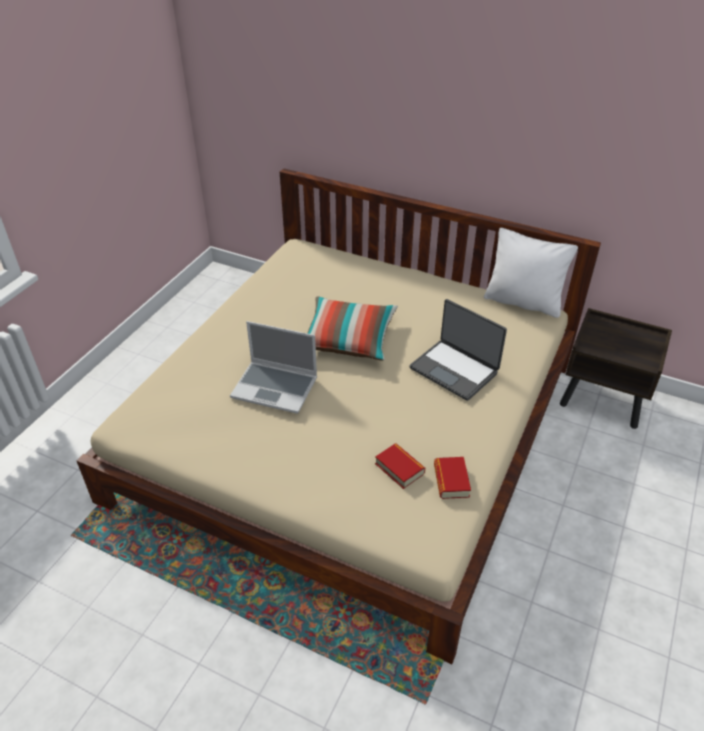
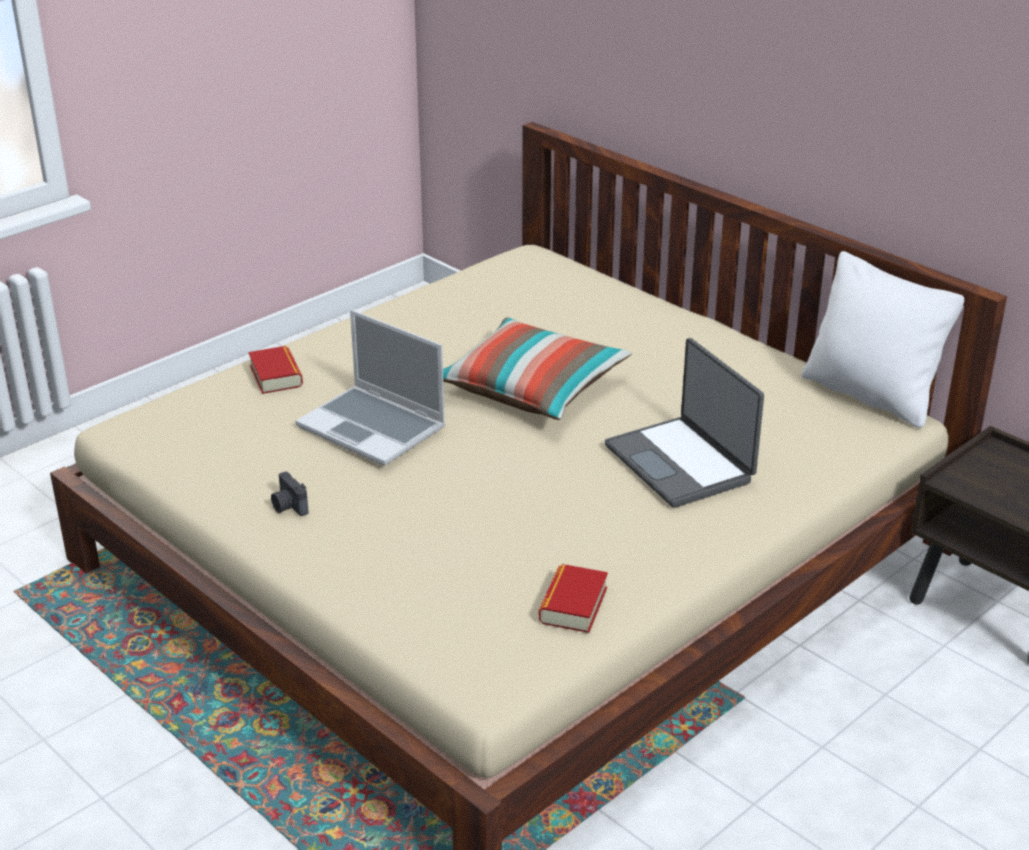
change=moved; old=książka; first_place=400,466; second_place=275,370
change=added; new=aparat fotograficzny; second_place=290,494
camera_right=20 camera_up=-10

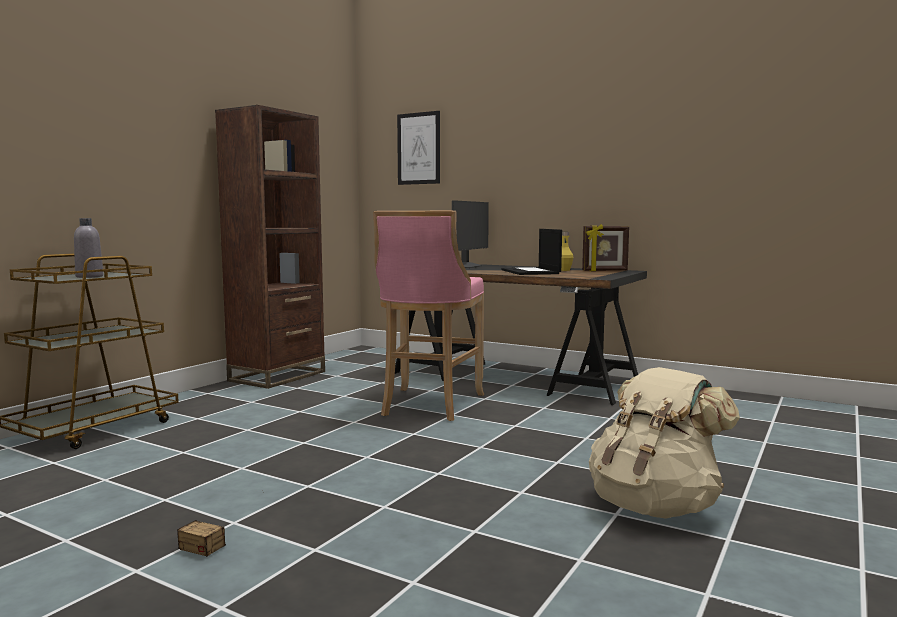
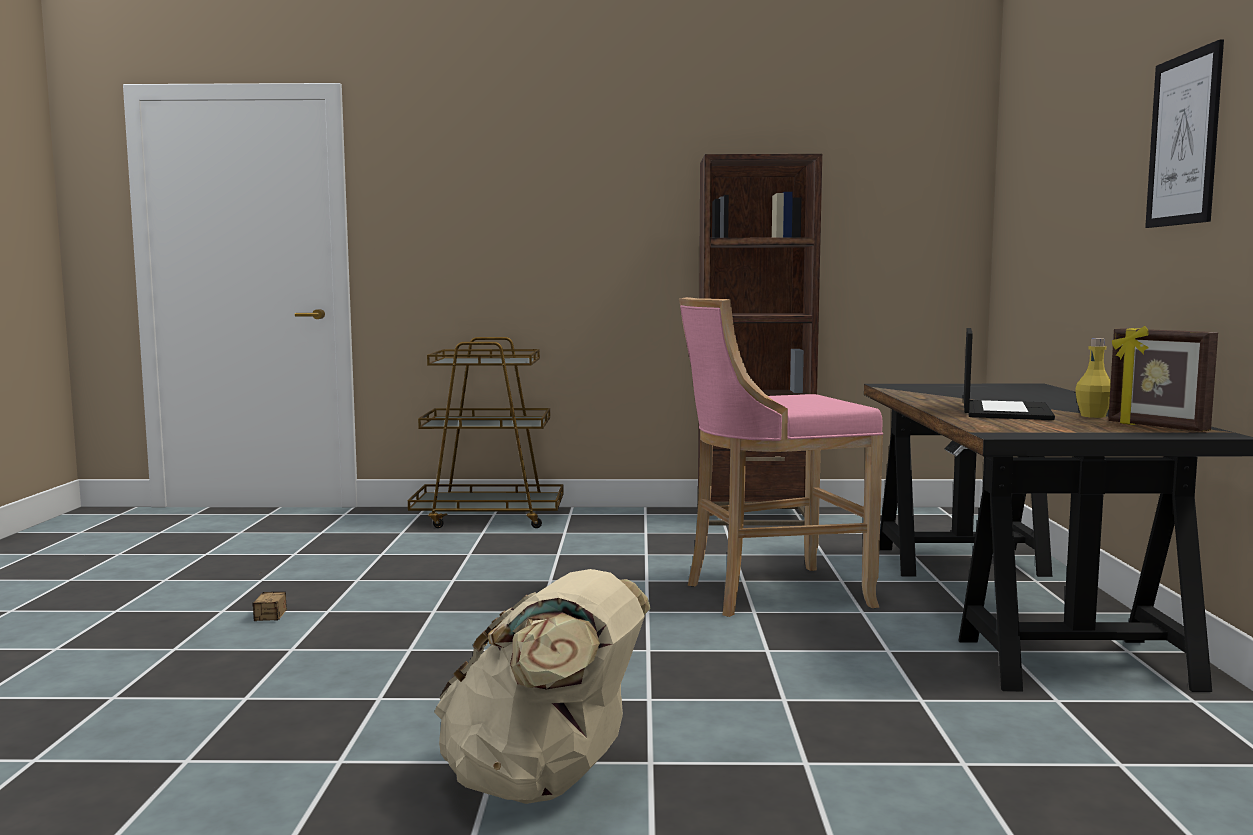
change=removed; old=butelka [szary]; first_place=88,248
change=moved; old=obraz; first_place=418,148; second_place=1184,133
change=removed; old=monitor; first_place=470,234
change=turned; old=laptop; first_place=532,252; second_place=1009,374; degrees=150
camera_right=60 camera_up=0

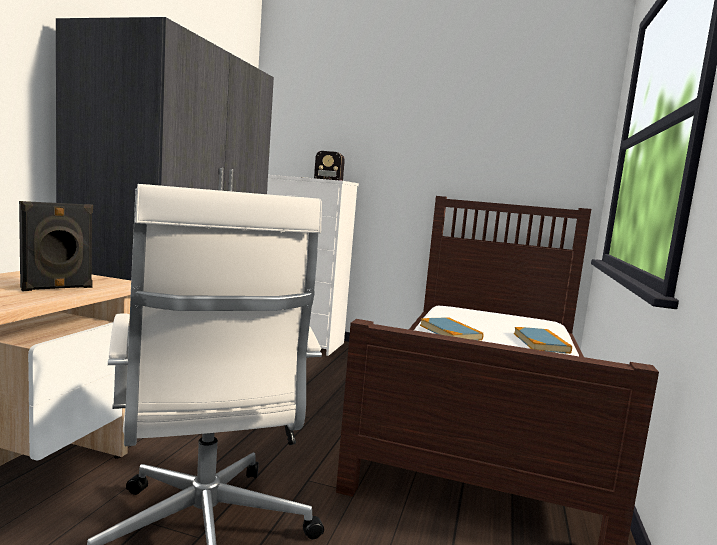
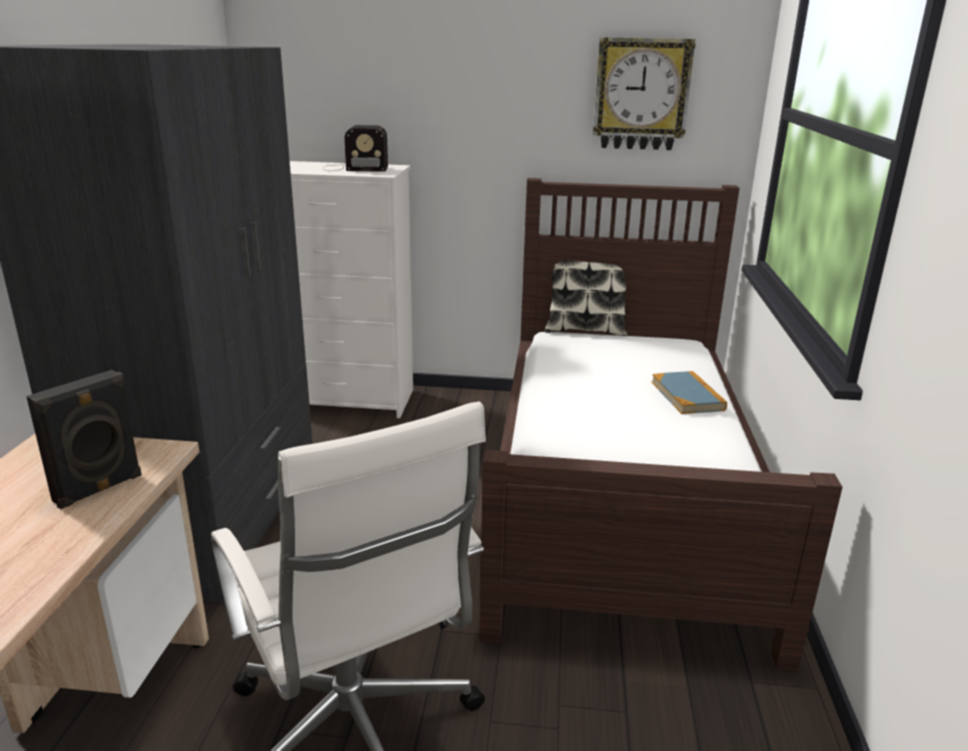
change=removed; old=książka; first_place=452,329
change=added; new=poduszka; second_place=586,298
change=added; new=zegar ścienny; second_place=644,93
camera_right=-10 camera_up=15

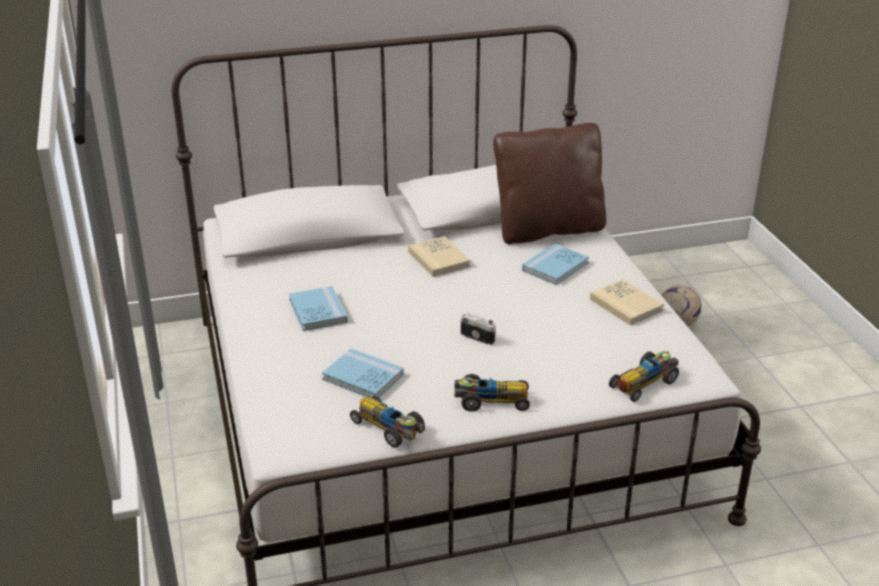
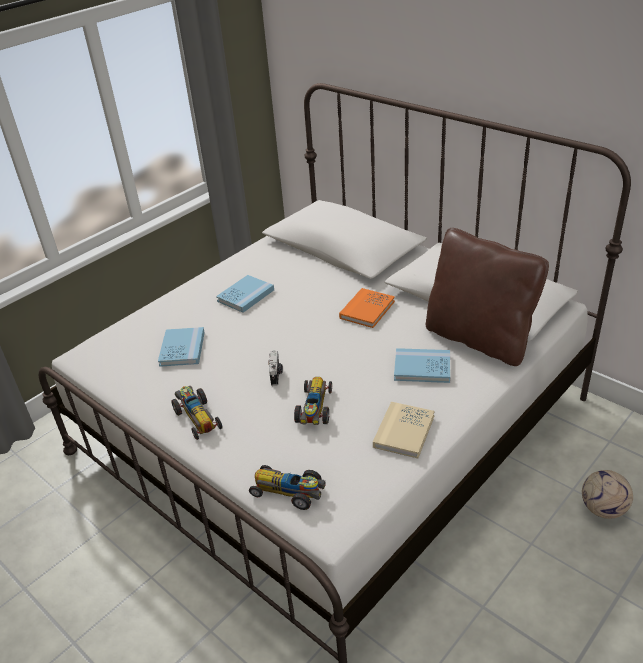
change=moved; old=samochodzik; first_place=387,422; second_place=313,401
change=recoloured; old=książka [beżowy]; new=książka [pomarańczowy]; first_place=439,256; second_place=367,308
camera_right=60 camera_up=5

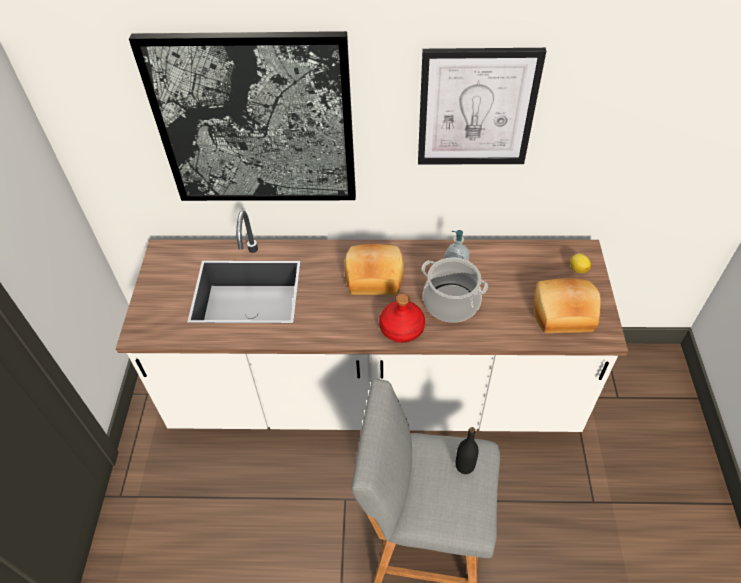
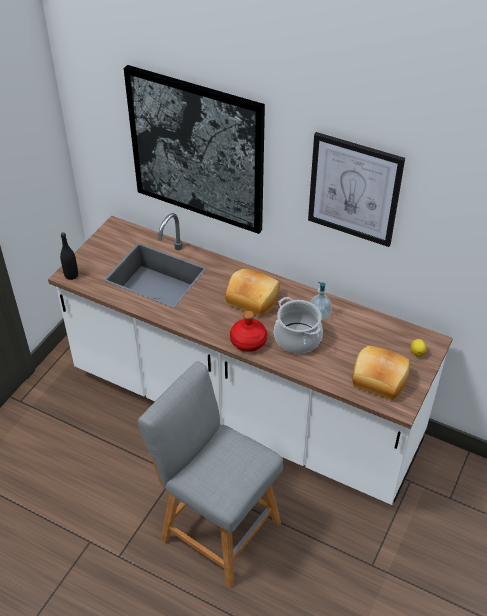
change=moved; old=butelka [czarny]; first_place=467,450; second_place=69,256
camera_right=25 camera_up=-5

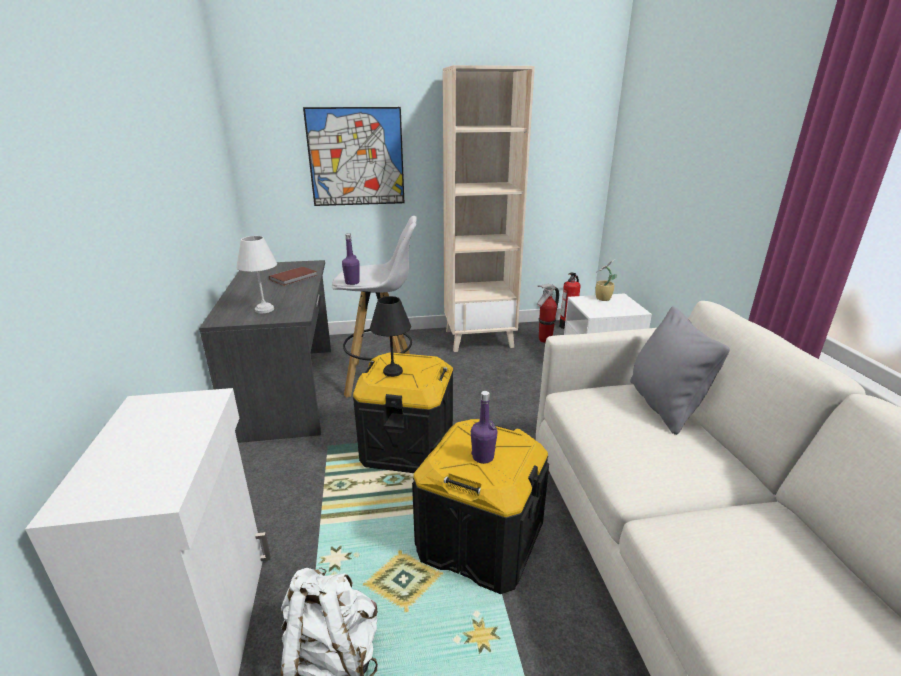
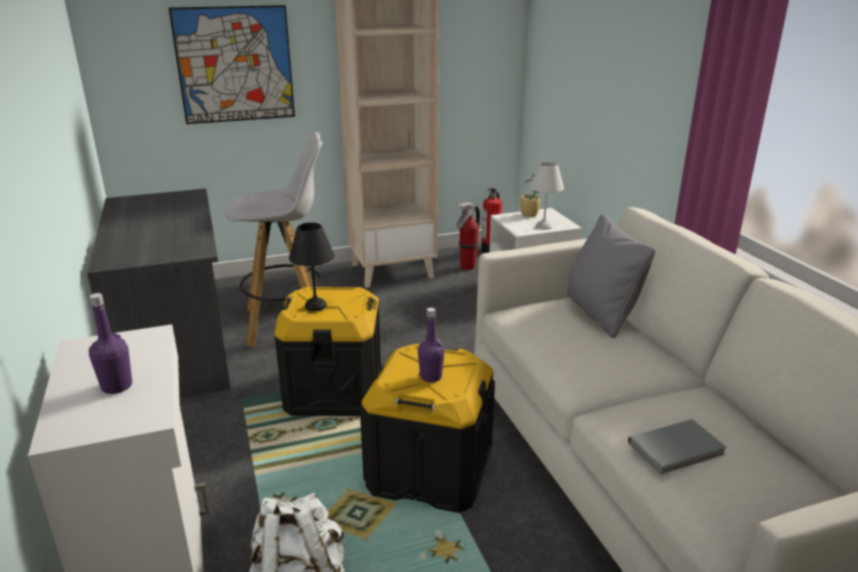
change=moved; old=lampa stołowa [biały]; first_place=256,274; second_place=547,196
change=removed; old=książka [brązowy]; first_place=293,276
change=moved; old=butelka [fioletowy]; first_place=351,259; second_place=110,343
change=added; new=książka [szary]; second_place=677,447
camera_right=-10 camera_up=0

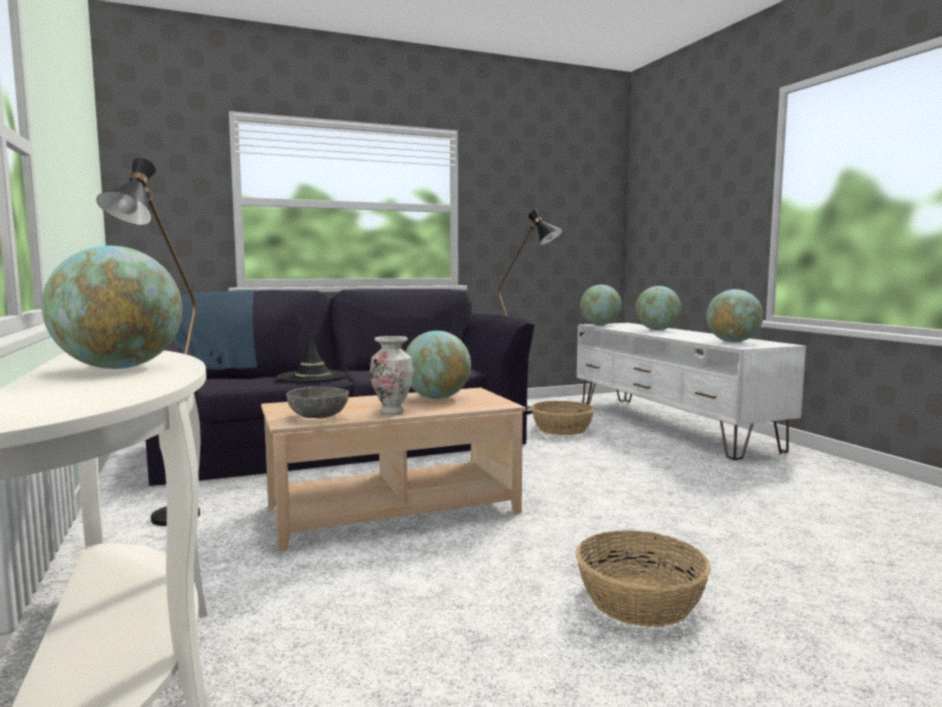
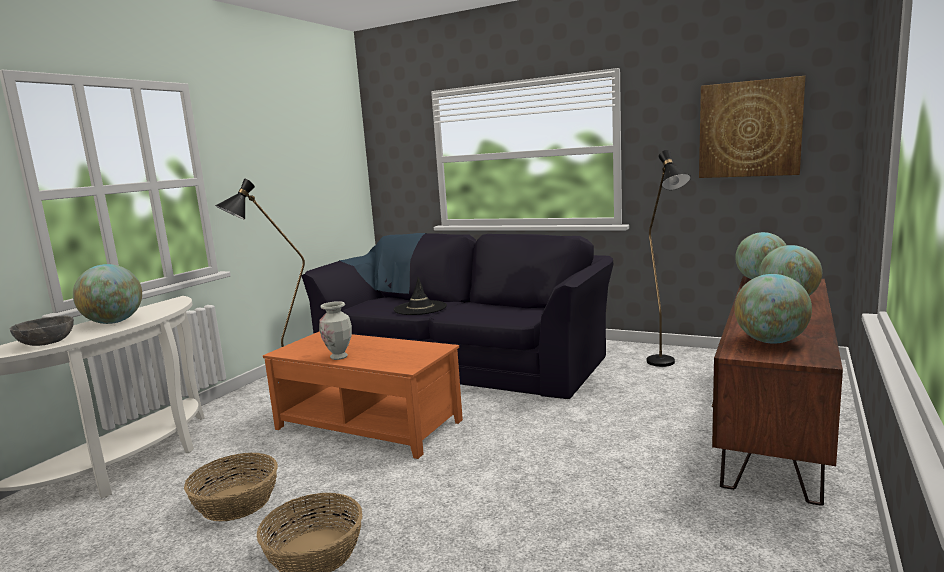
change=recoloured; old=ława [beżowy]; new=ława [pomarańczowy]; first_place=393,469; second_place=363,395
change=moved; old=miska [szary]; first_place=317,402; second_place=42,331
change=removed; old=globus; first_place=438,365
change=moved; old=koszyk; first_place=562,418; second_place=231,487
change=recoloured; old=szafka pod telewizor [biały]; new=szafka pod telewizor [brązowy]; first_place=691,391; second_place=777,391
change=added; new=obraz; second_place=752,127
camera_right=50 camera_up=5

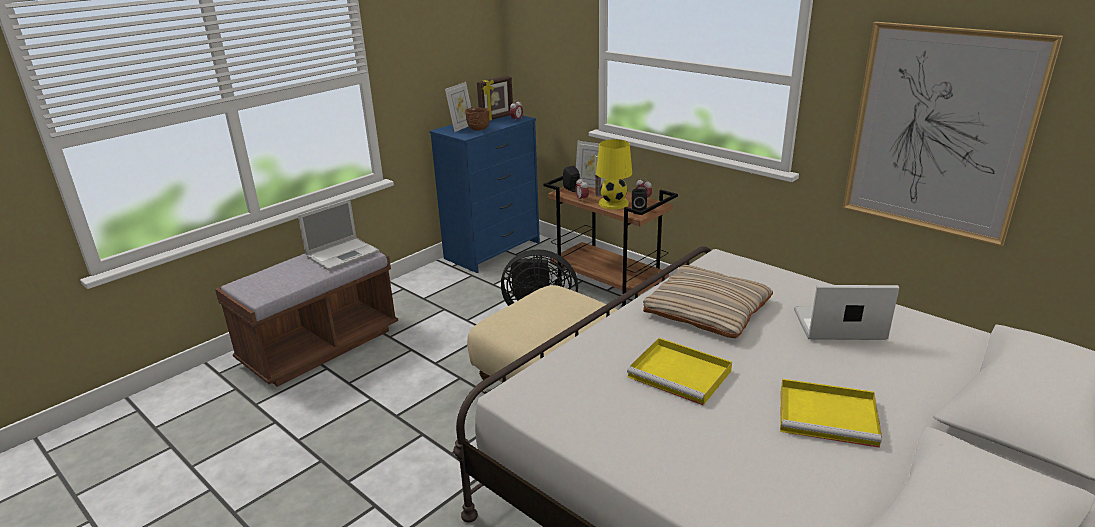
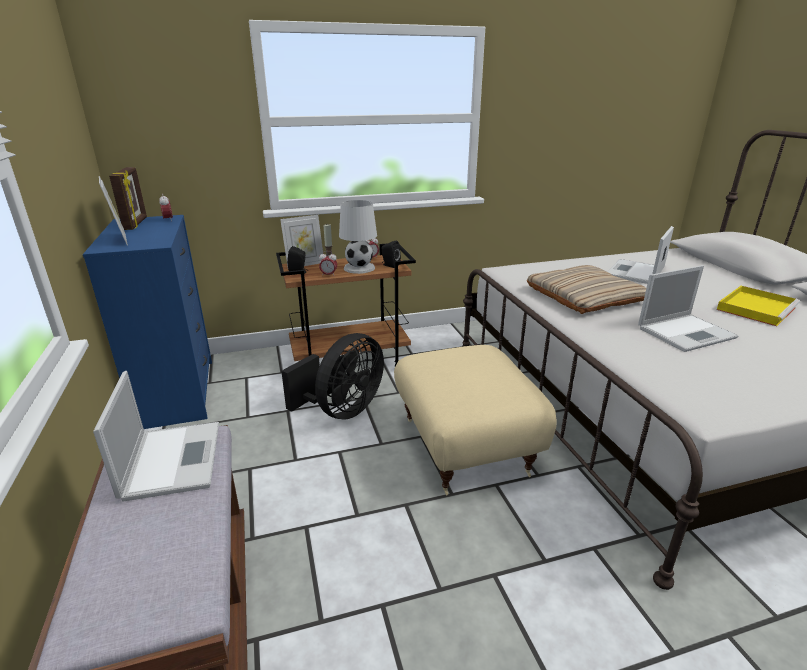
change=removed; old=miska [brązowy]; first_place=477,119
change=recoloured; old=lampa stołowa [żółty]; new=lampa stołowa [biały]; first_place=614,174; second_place=358,237
change=replaced; old=taca [żółty]; new=laptop; first_place=679,371; second_place=688,308
change=removed; old=obraz; first_place=953,134
camera_right=-60 camera_up=0

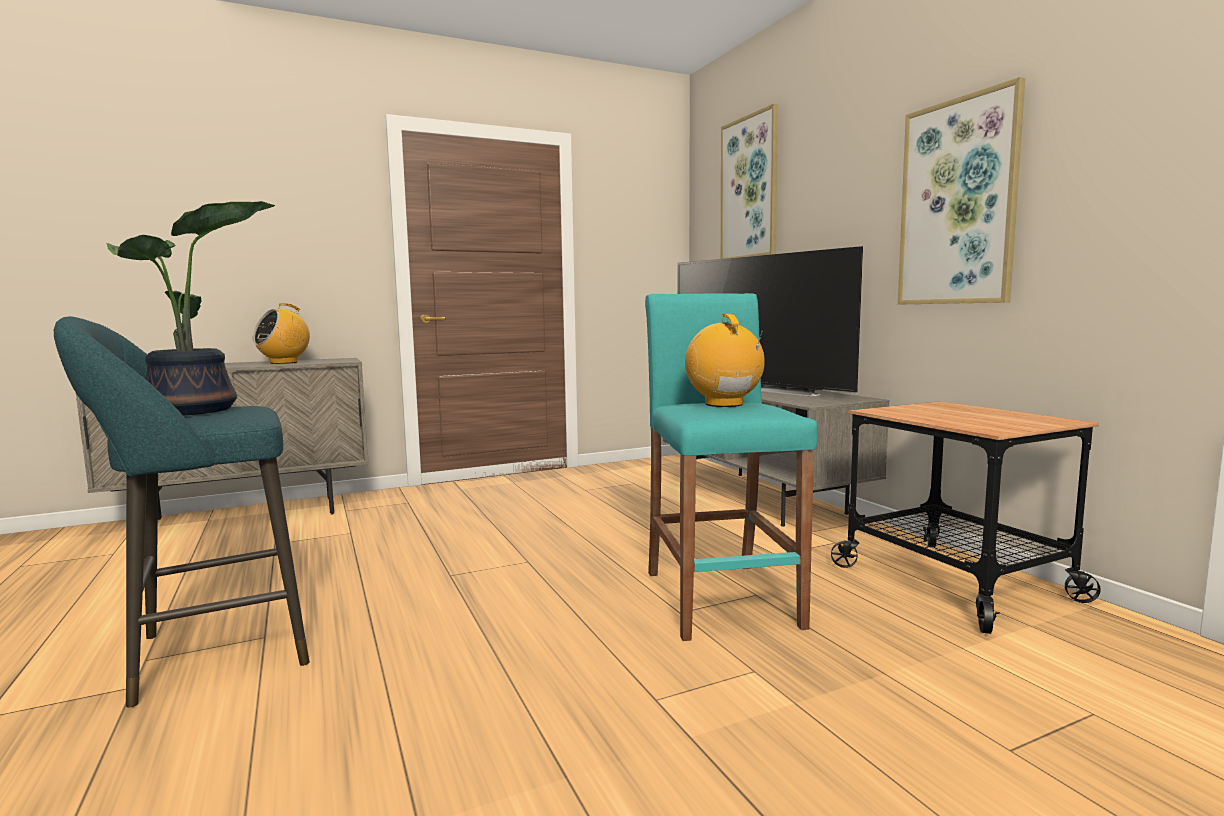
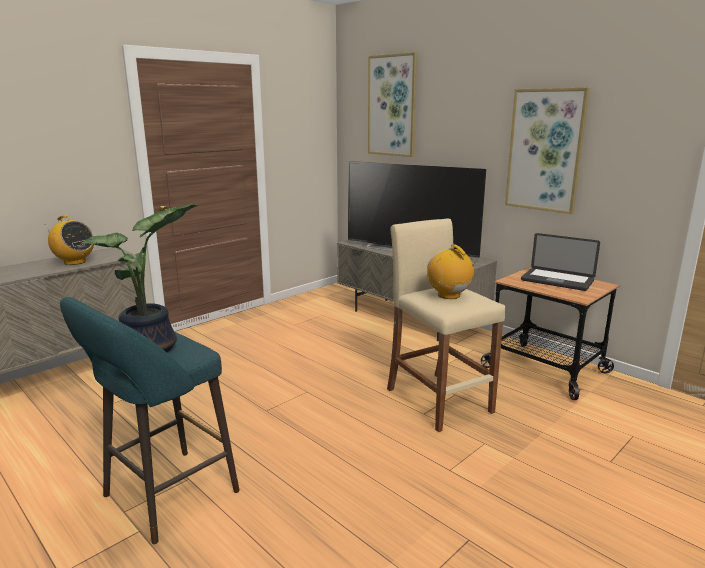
change=turned; old=radio; first_place=281,333; second_place=70,240; degrees=-75
change=recoloured; old=stołek [turkusowy]; new=stołek [beżowy]; first_place=731,467; second_place=446,325
change=added; new=laptop; second_place=560,262
camera_right=-20 camera_up=10

